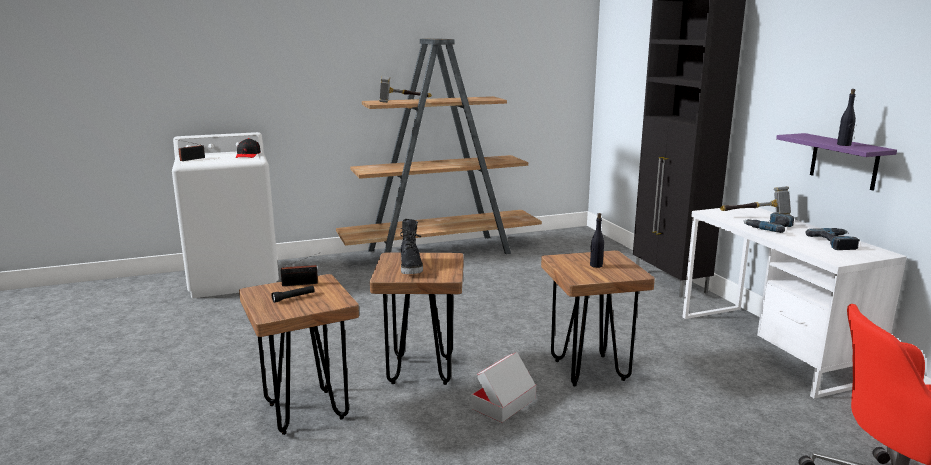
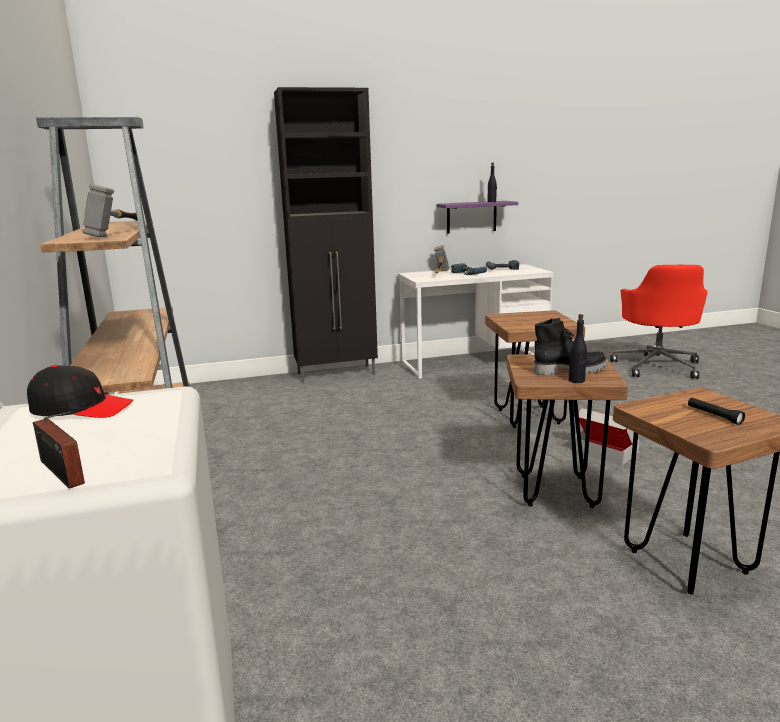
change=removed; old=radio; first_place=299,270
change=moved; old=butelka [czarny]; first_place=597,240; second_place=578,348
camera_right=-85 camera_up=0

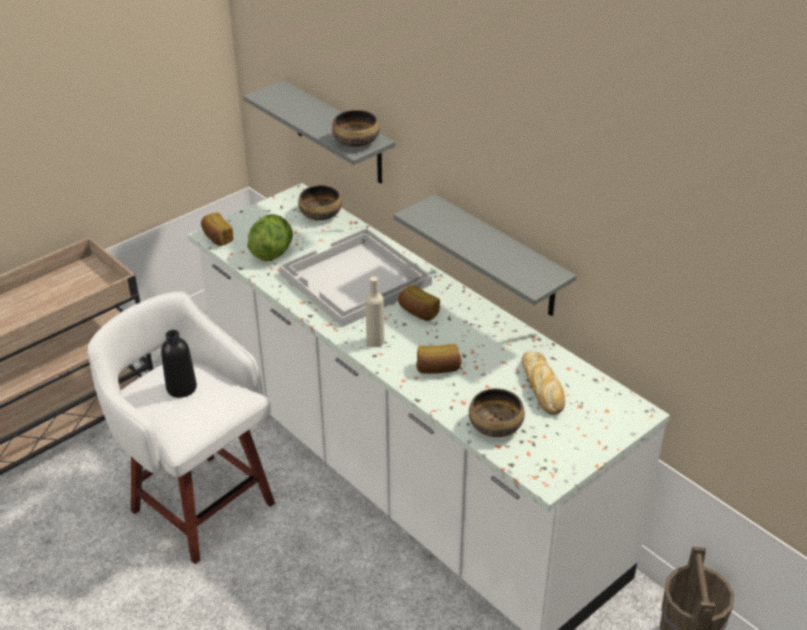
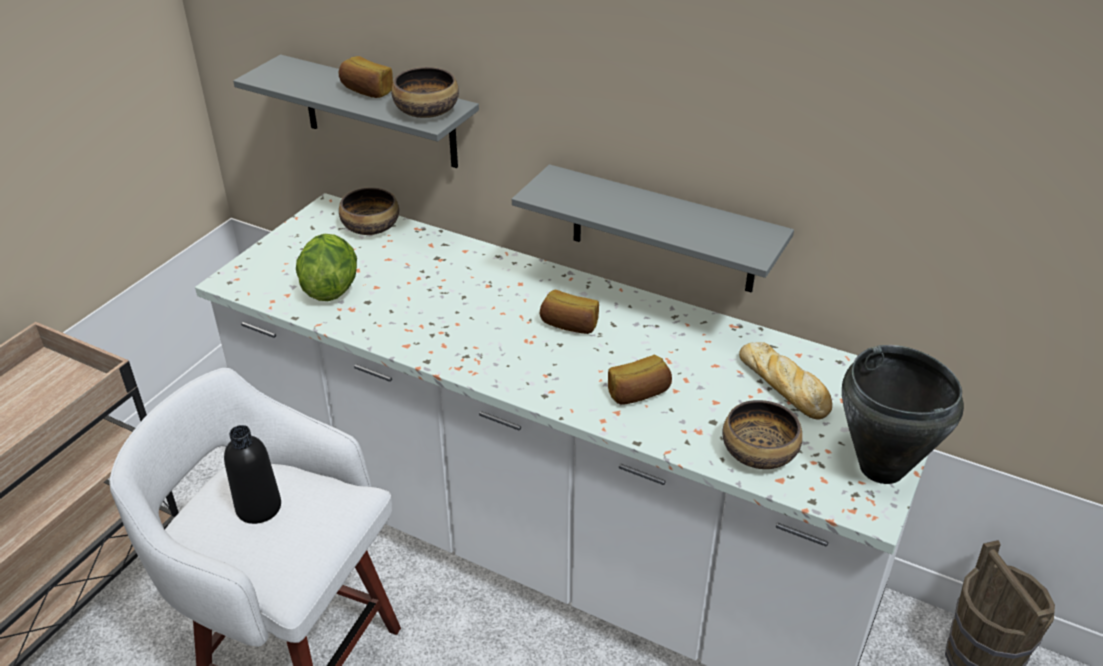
change=moved; old=chleb; first_place=217,229; second_place=366,77
change=removed; old=taca [biały]; first_place=355,277
change=removed; old=butelka [beżowy]; first_place=374,311
change=added; new=garnek [czarny]; second_place=903,414
camera_right=-20 camera_up=0

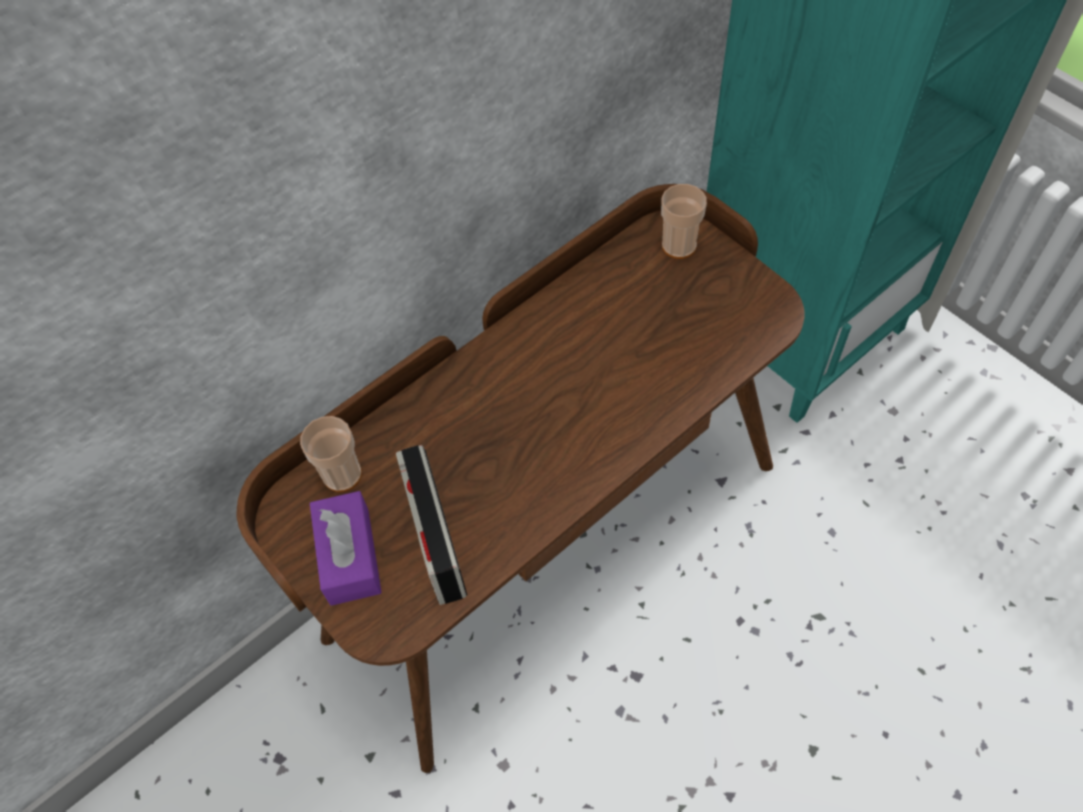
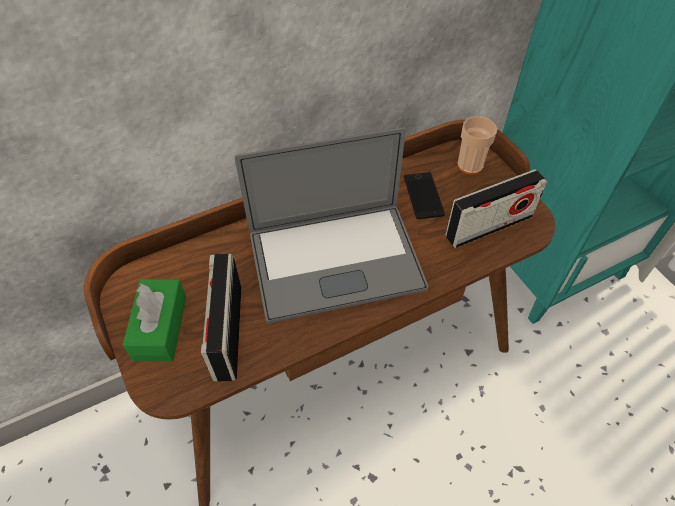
change=removed; old=filiżanka; first_place=331,454
change=recoloured; old=pudełko chusteczek [fioletowy]; new=pudełko chusteczek [zielony]; first_place=346,548; second_place=154,320
change=added; new=laptop; second_place=331,225
change=added; new=telefon; second_place=424,195
change=added; new=radio; second_place=496,208
camera_right=10 camera_up=-5

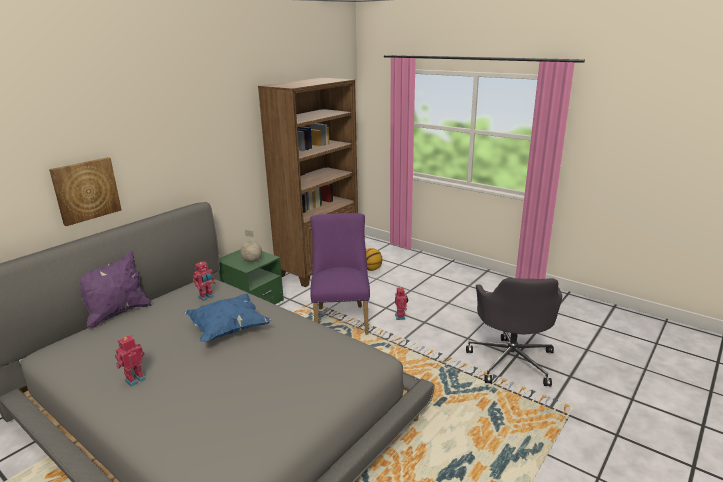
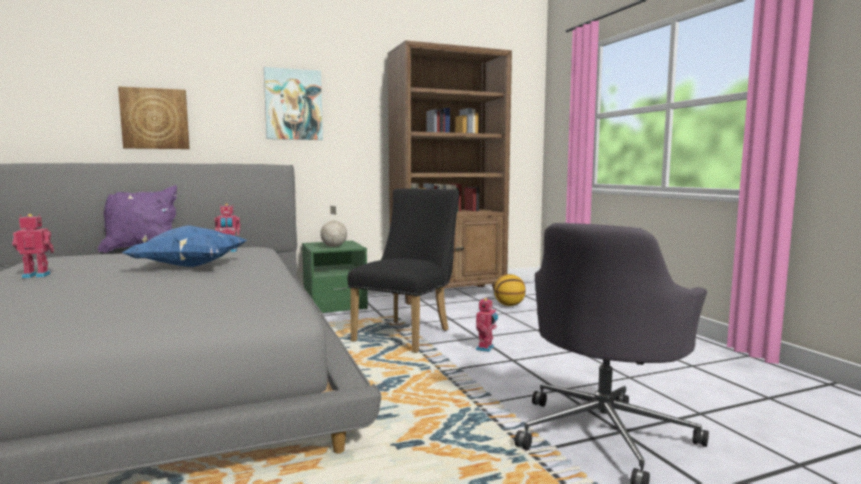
change=recoloured; old=krzesło [fioletowy]; new=krzesło [czarny]; first_place=340,274; second_place=403,270
change=added; new=obraz; second_place=293,103
camera_right=30 camera_up=-15

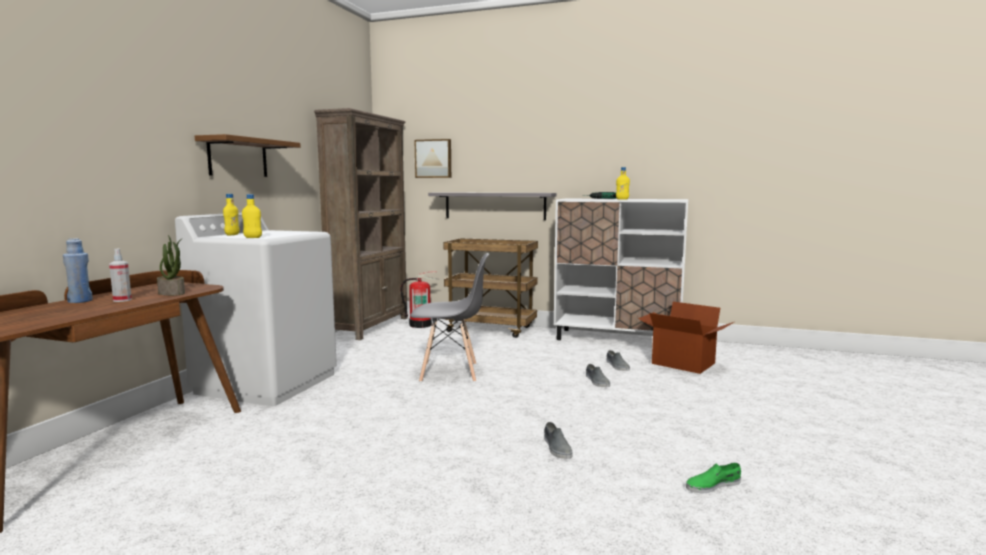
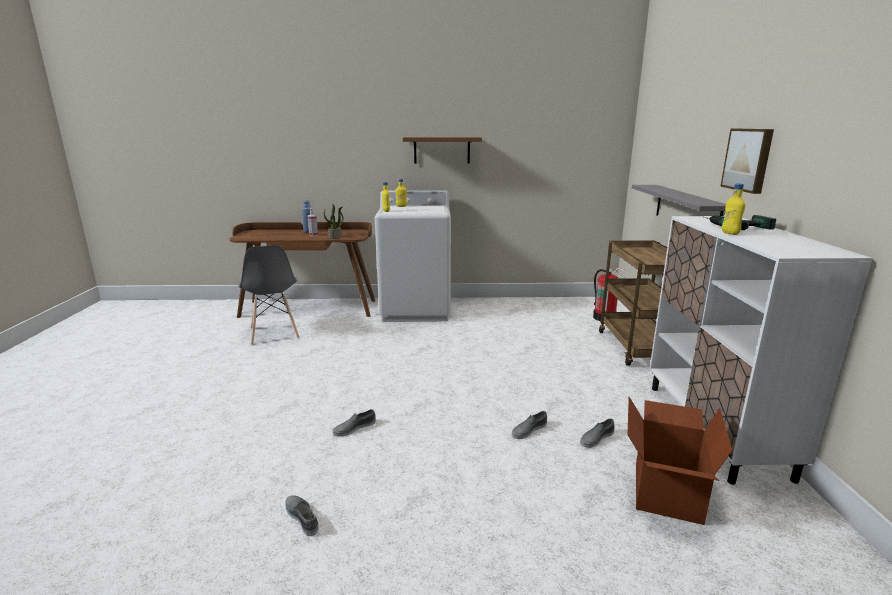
change=removed; old=regał [brązowy]; first_place=360,224
change=moved; old=krzesło [szary]; first_place=449,317; second_place=268,295
change=moved; old=obraz; first_place=433,158; second_place=747,161
change=recoloured; old=but [zielony]; new=but [szary]; first_place=713,478; second_place=302,515
camera_right=70 camera_up=10

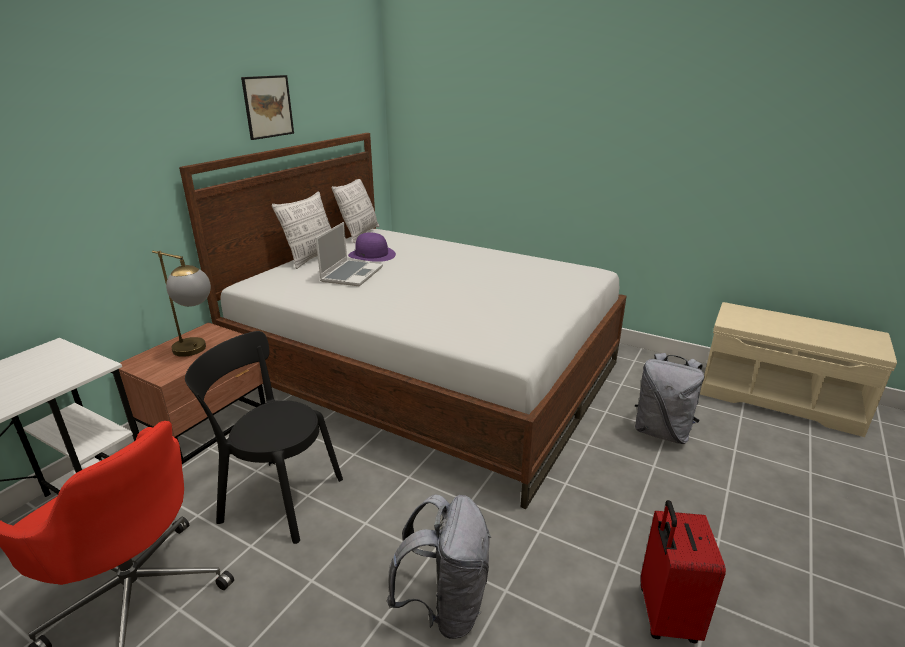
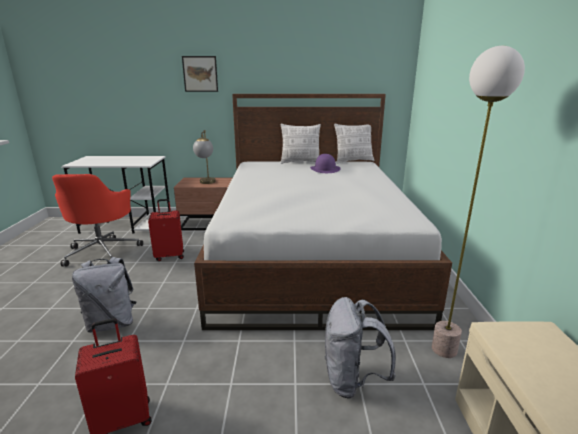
change=replaced; old=krzesło [czarny]; new=walizka [czerwony]; first_place=264,437; second_place=166,230
change=moved; old=obraz; first_place=267,107; second_place=200,74
change=removed; old=laptop; first_place=349,254
change=added; new=lampa stojąca; second_place=478,202
camera_right=60 camera_up=-5

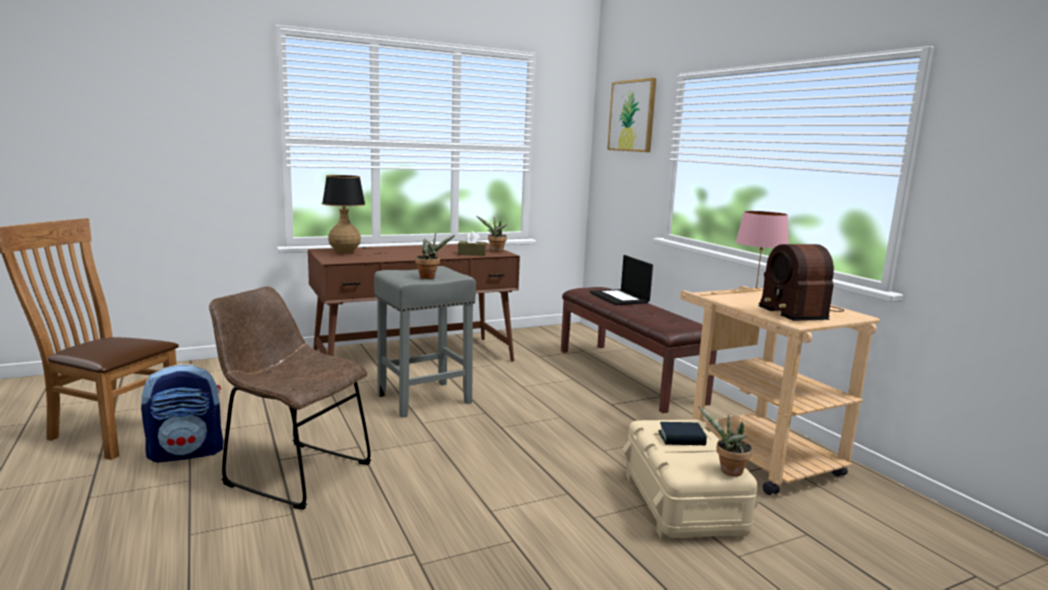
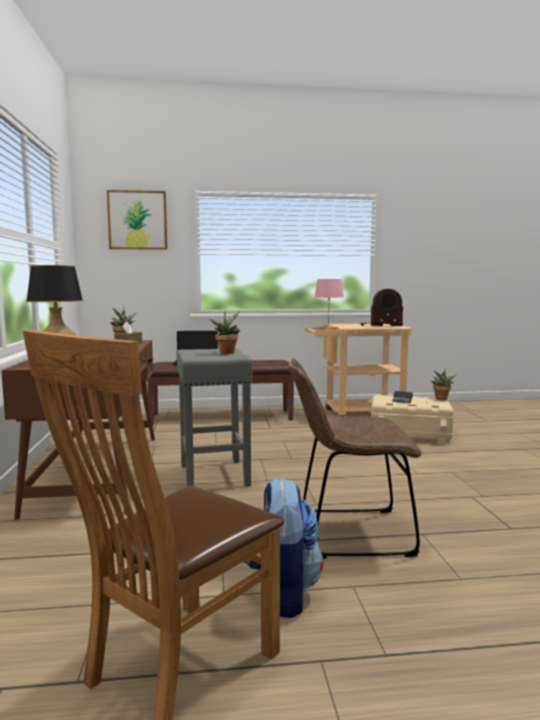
change=turned; old=krzesło [brązowy]; first_place=290,398; second_place=355,458; degrees=45
camera_right=-70 camera_up=-5

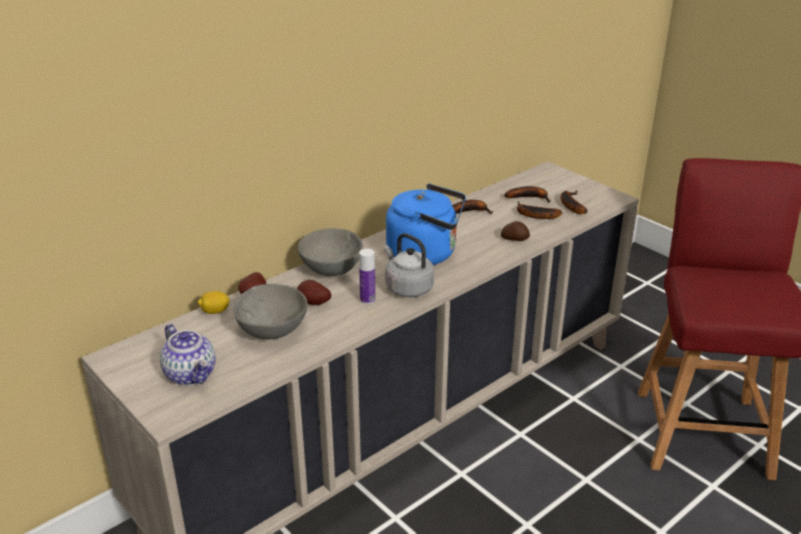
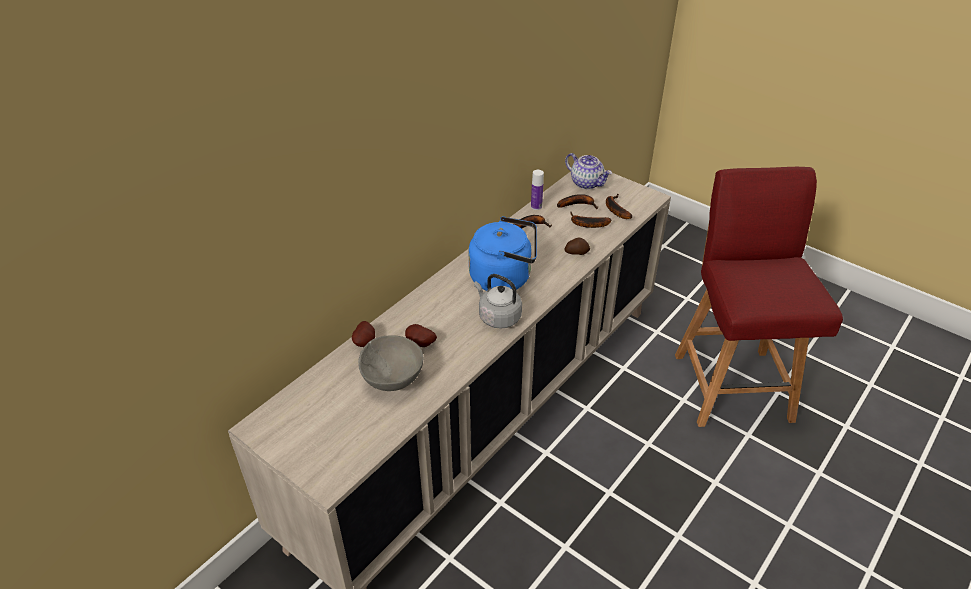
change=moved; old=imbryk; first_place=188,354; second_place=588,171
change=removed; old=cytryna; first_place=214,302
change=removed; old=miska [szary]; first_place=330,252
change=moved; old=butelka; first_place=367,276; second_place=537,190
camera_right=-10 camera_up=10

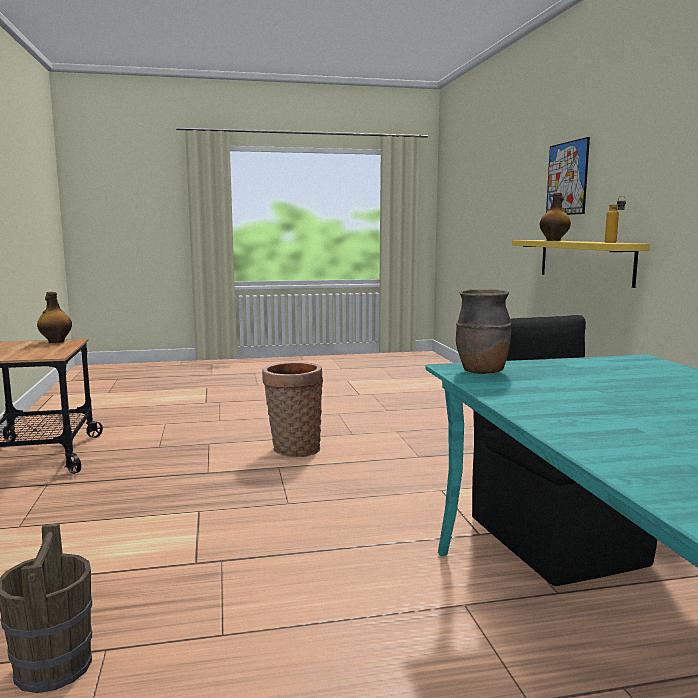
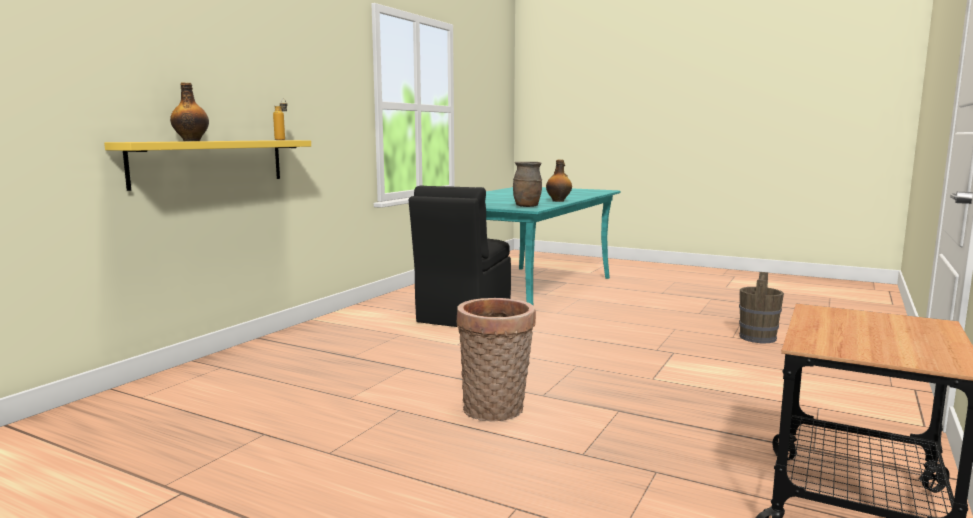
change=moved; old=butelka; first_place=54,317; second_place=559,181
change=removed; old=obraz; first_place=568,176
camera_right=-140 camera_up=0

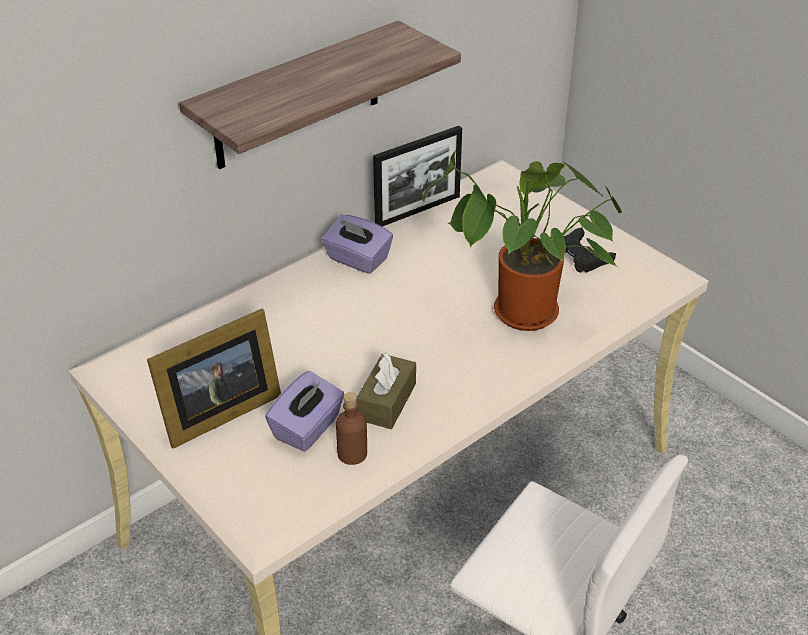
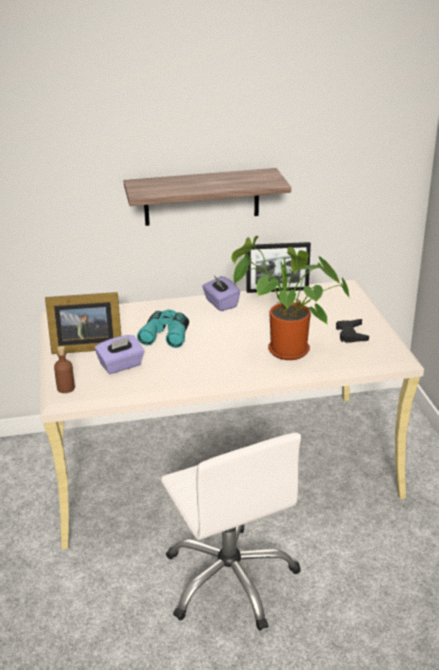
change=moved; old=butelka [brązowy]; first_place=351,428; second_place=64,369
change=removed; old=pudełko chusteczek [brązowy]; first_place=386,391
change=added; new=lornetka [turkusowy]; second_place=163,328
camera_right=30 camera_up=-10

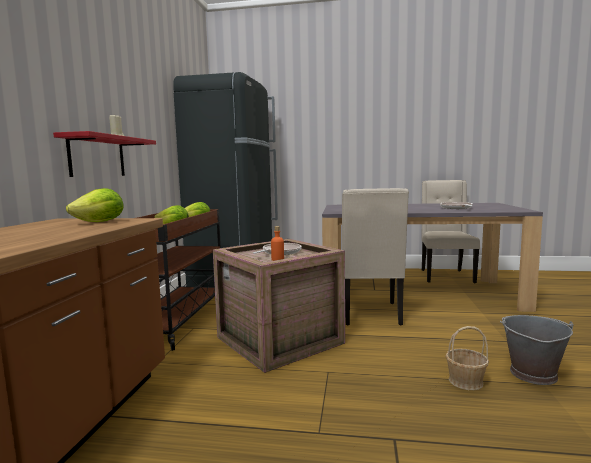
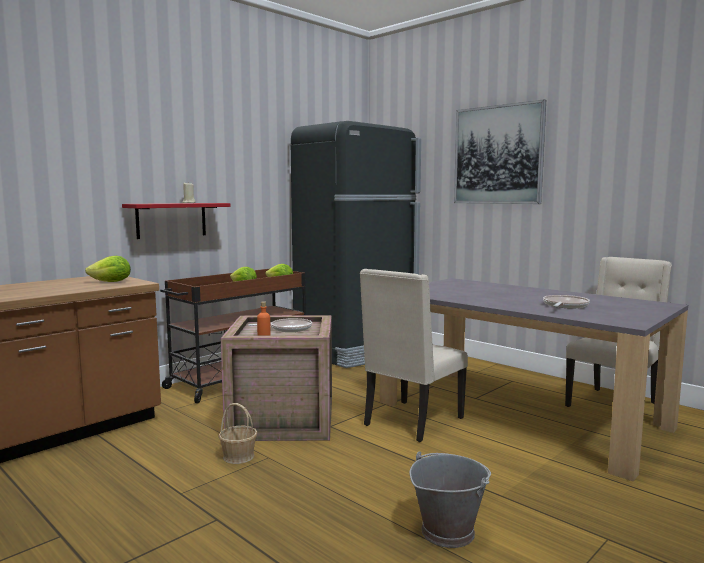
change=moved; old=koszyk; first_place=467,358; second_place=237,433
change=added; new=obraz; second_place=500,151
camera_right=35 camera_up=0

